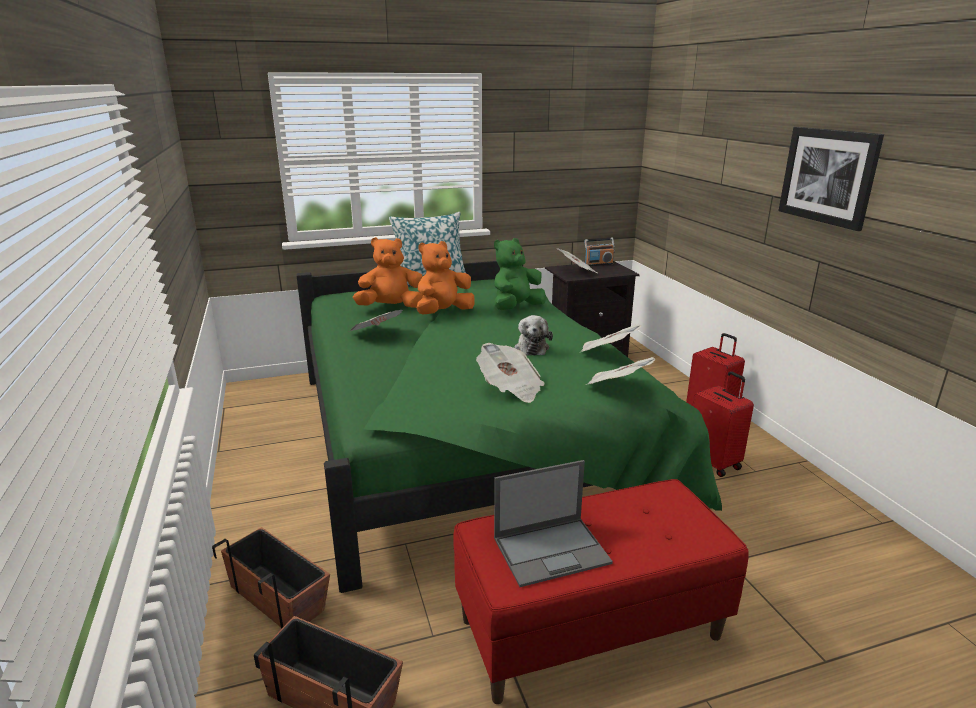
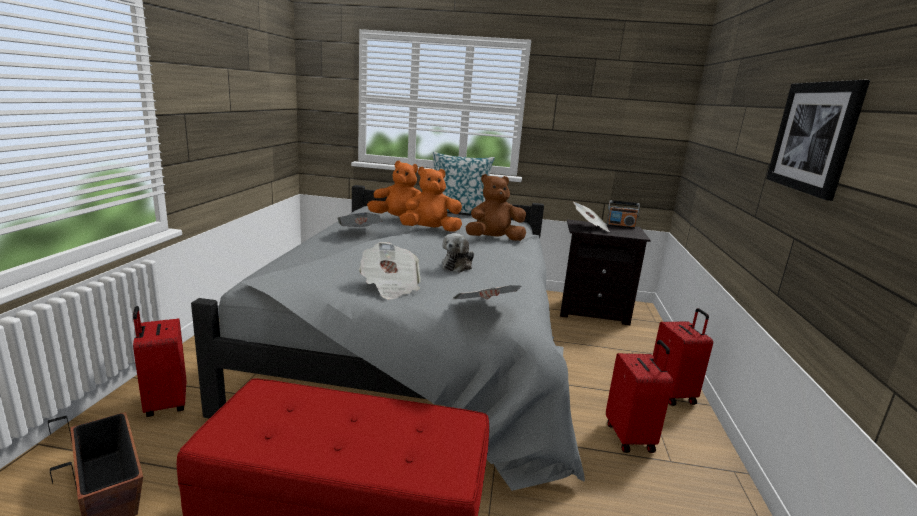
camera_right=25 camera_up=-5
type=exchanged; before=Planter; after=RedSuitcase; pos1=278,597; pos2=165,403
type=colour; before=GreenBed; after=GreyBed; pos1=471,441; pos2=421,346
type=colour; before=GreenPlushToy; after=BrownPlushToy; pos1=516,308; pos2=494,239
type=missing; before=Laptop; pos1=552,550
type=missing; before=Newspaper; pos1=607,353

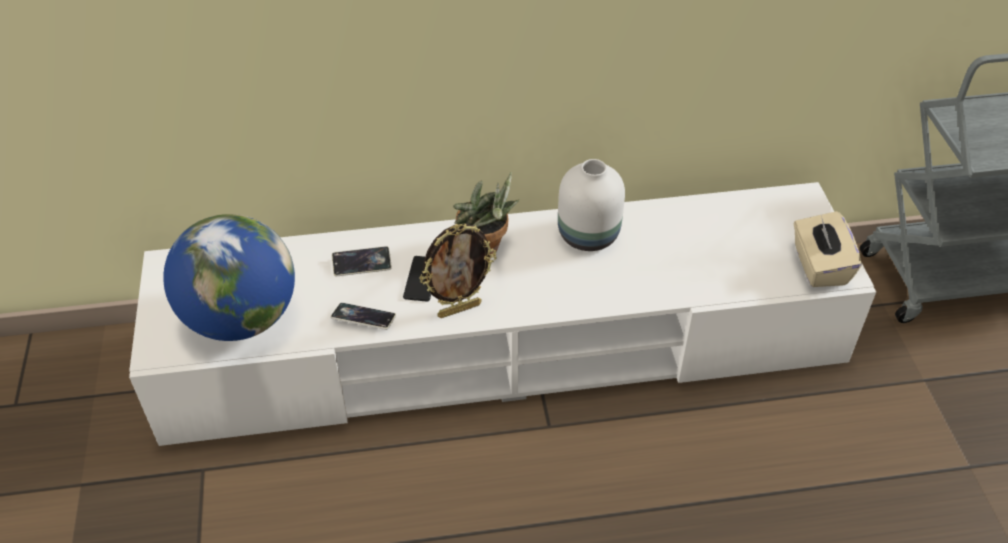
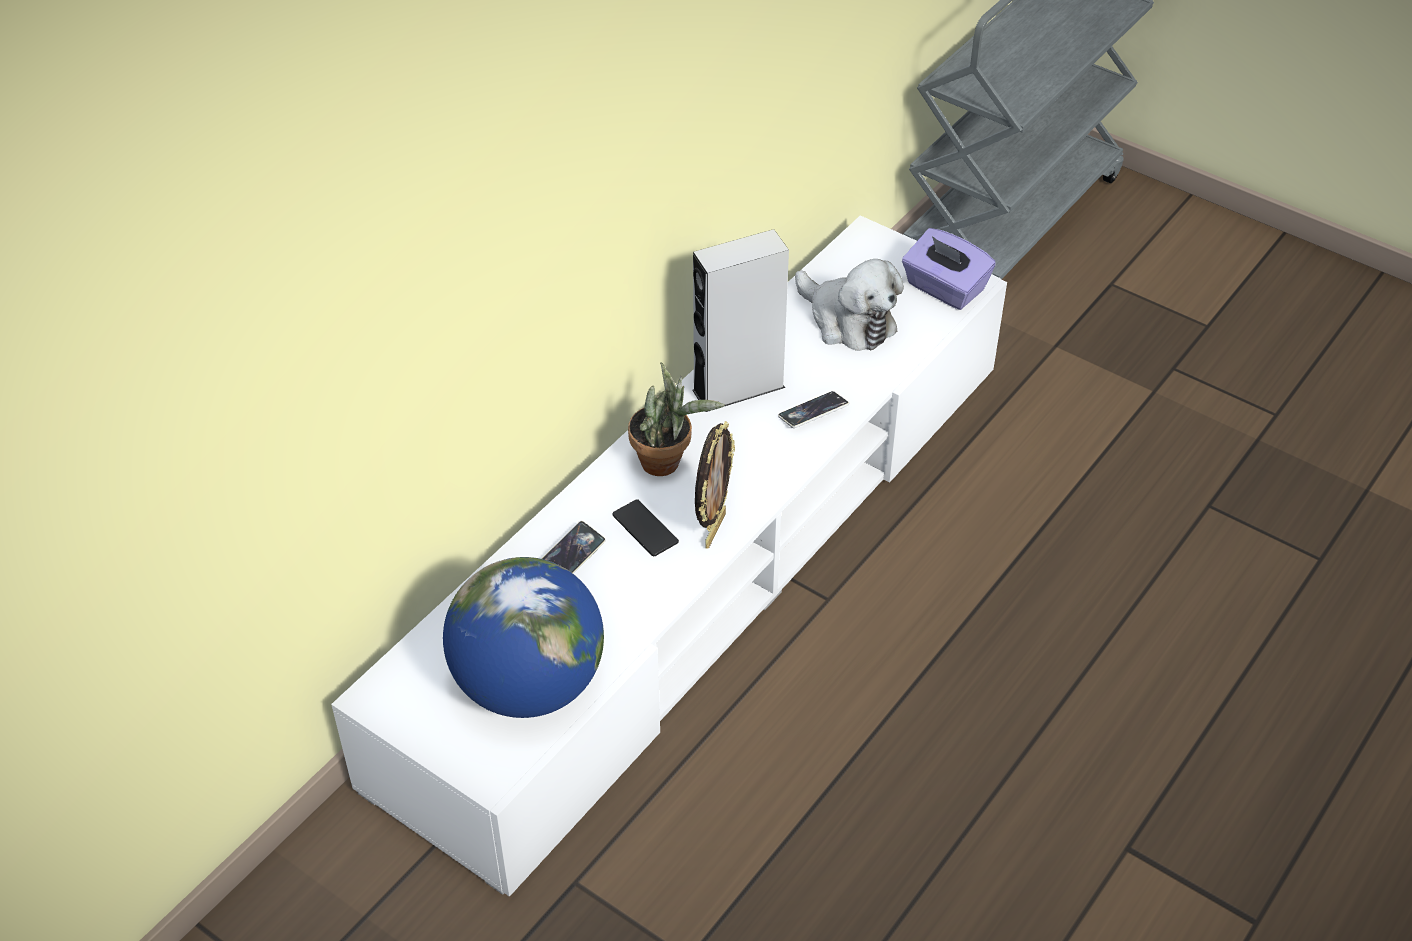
camera_right=-45 camera_up=0
type=exchanged; before=WhiteVase; after=GreySpeaker; pos1=589,236; pos2=738,388
type=relocated; before=Phone; pos1=363,319; pos2=813,413
type=appeared; after=PlushToy; pos2=848,321
type=colour; before=BeigeTissueBox; after=PurpleTissueBox; pos1=818,266; pos2=944,289

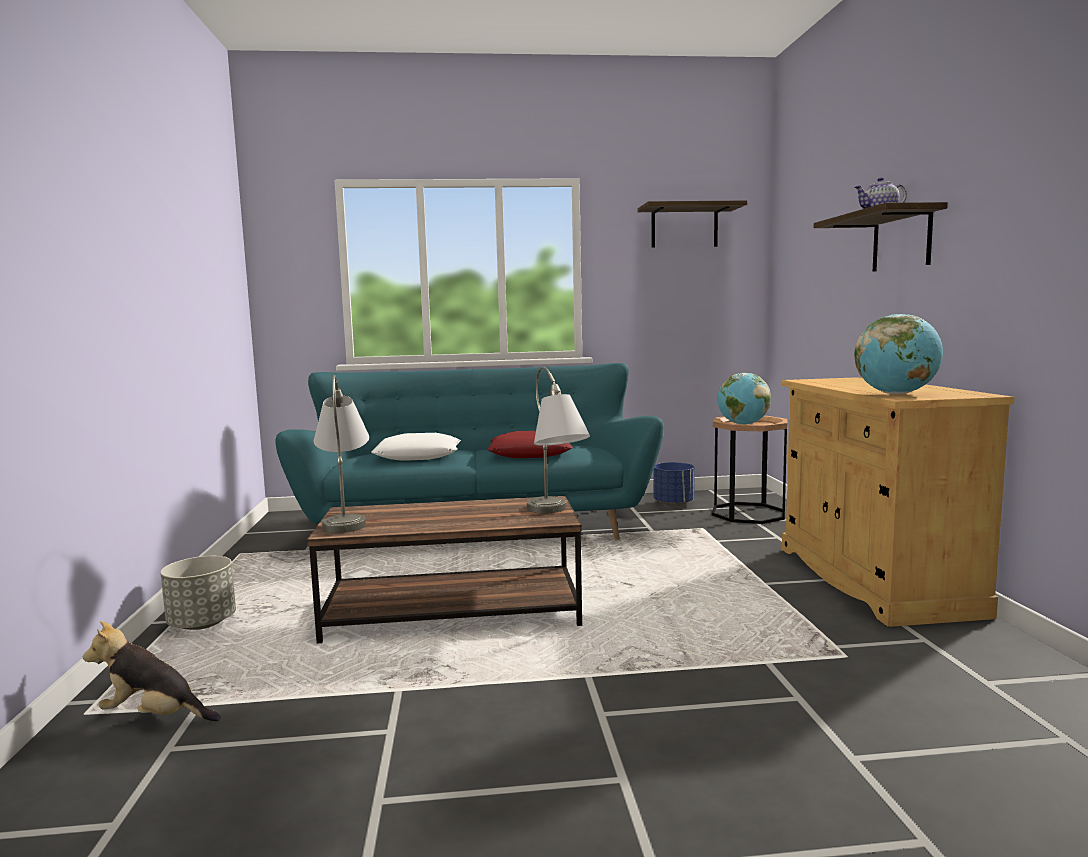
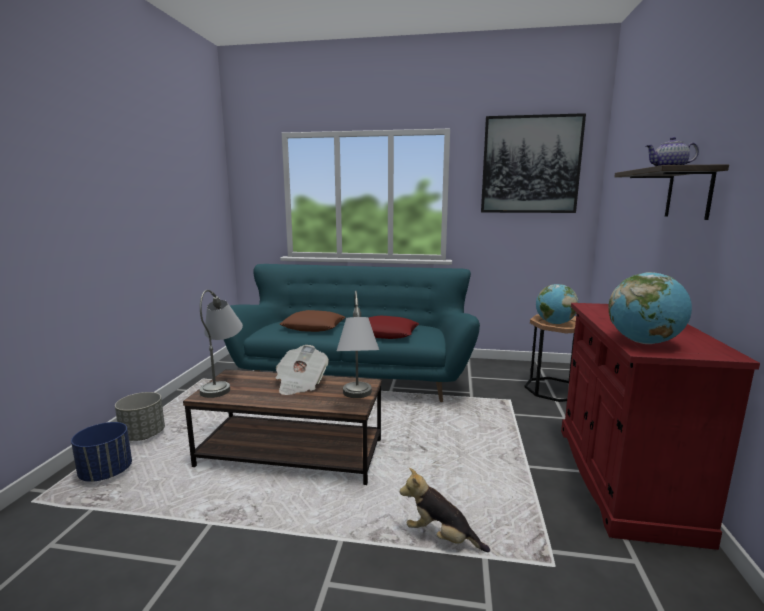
camera_right=15 camera_up=5
type=relocated; before=BluePlanter; pos1=673,503; pos2=107,473
type=appeared; after=Newspaper; pos2=300,384
type=colour; before=WhitePillow; after=BrownPillow; pos1=418,456; pos2=313,327
type=relocated; before=PlushToy; pos1=155,717; pos2=441,537
type=exchanged; before=Shelf; after=Picture; pos1=684,227; pos2=530,165
type=colour; before=BeigeCabinet; after=RedCabinet; pos1=873,579; pos2=623,478

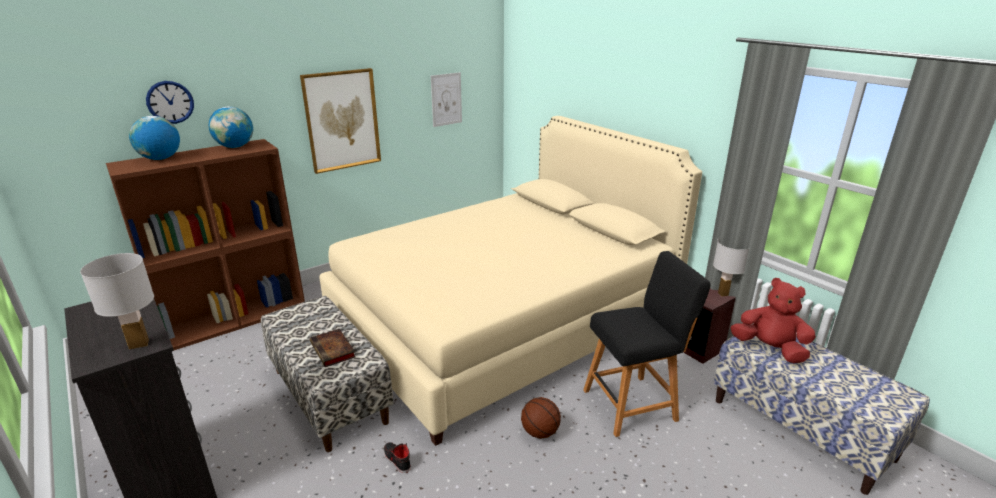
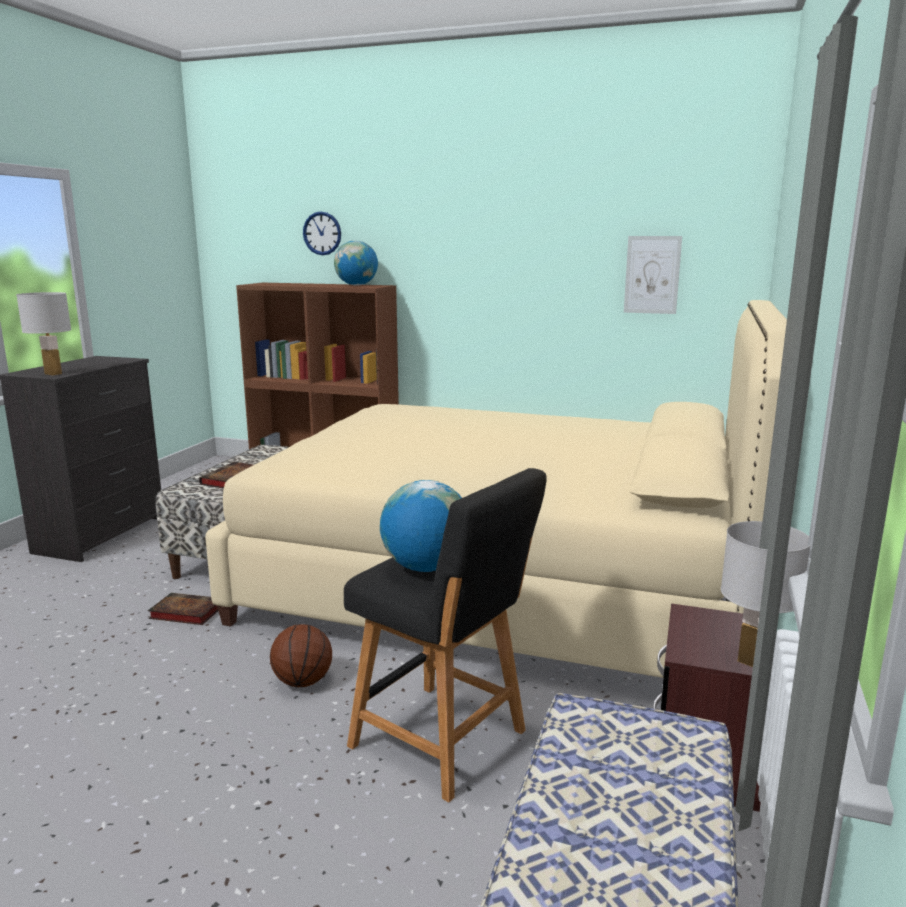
camera_right=55 camera_up=-10
type=exchanged; before=BlackShoe; after=Book; pos1=396,459; pos2=185,613
type=relocated; before=Globe; pos1=160,159; pos2=425,567
type=missing; before=Picture; pos1=342,120
type=missing; before=RedPlushToy; pos1=769,349

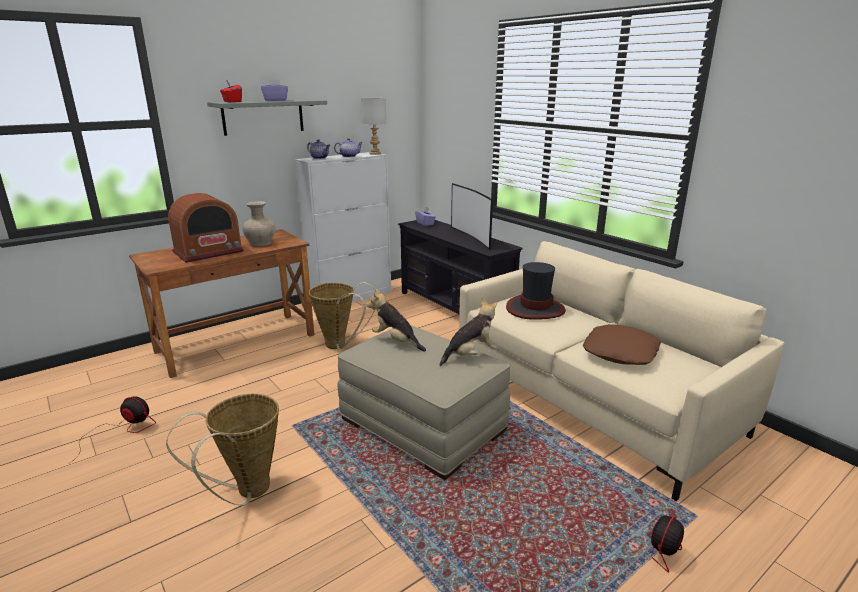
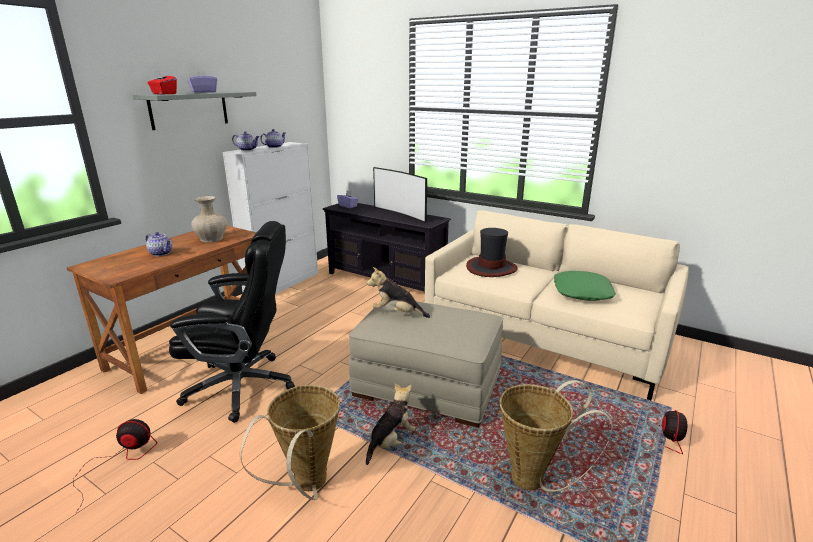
camera_right=-20 camera_up=0
type=exchanged; before=Radio; after=Teapot; pos1=208,252; pos2=161,253
type=appeared; after=BlackOfficeChair; pos2=243,386
type=relocated; before=PlushToy; pos1=470,355; pos2=391,441
type=relocated; before=Basket; pos1=340,346; pos2=535,479
type=colour; before=BrownPillow; after=GreenPillow; pos1=619,352; pos2=581,292
type=missing; before=GreyTableLamp; pos1=374,153

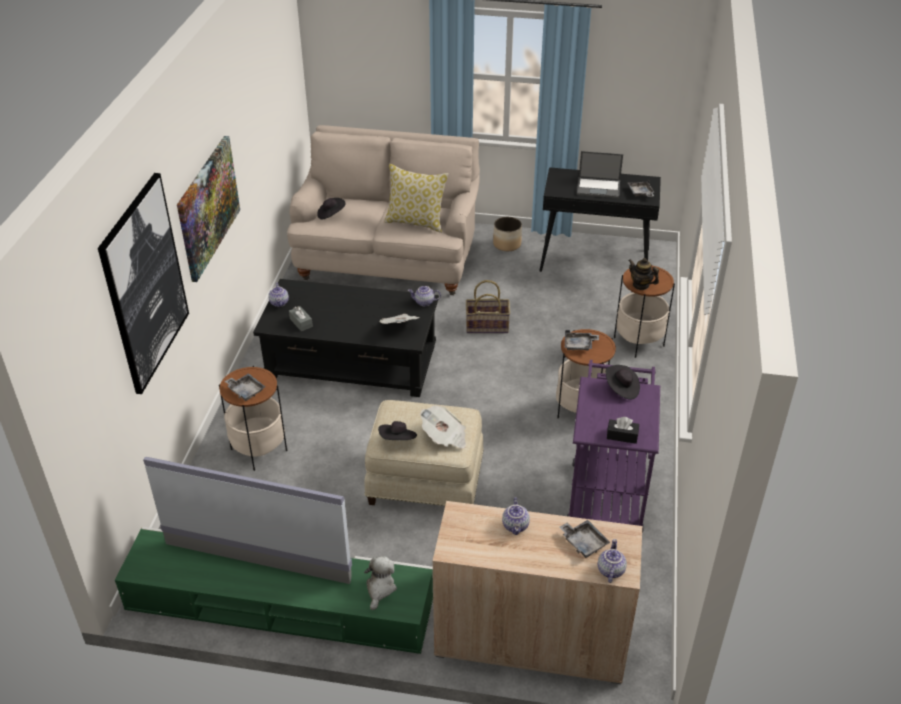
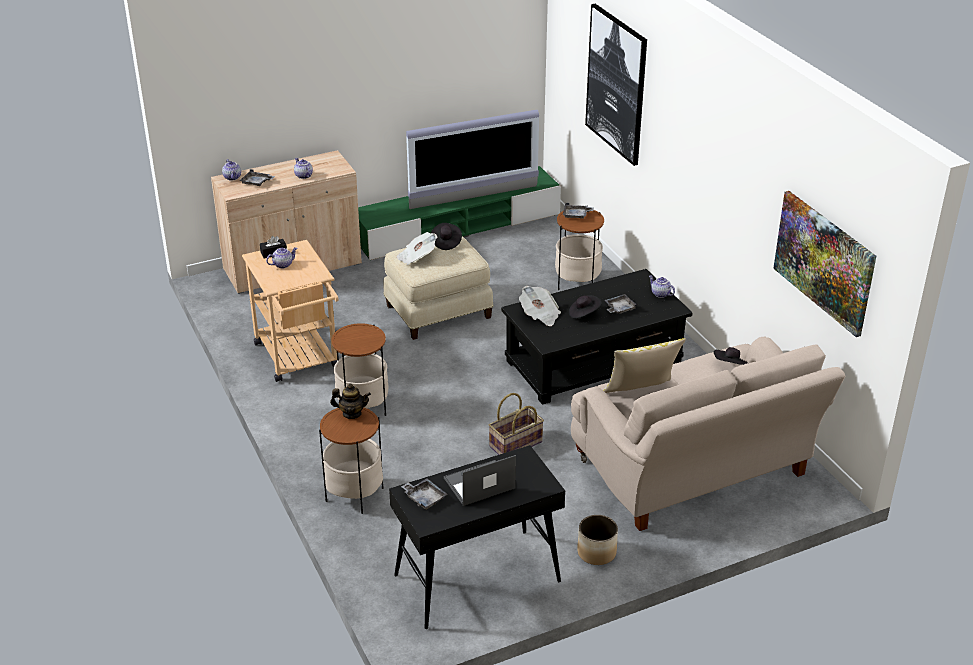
camera_right=145 camera_up=-5
type=colour; before=PurpleCart; after=BeigeCart; pos1=606,489; pos2=299,359
type=relocated; before=Teapot; pos1=424,302; pos2=283,264
type=relocated; before=BlackHat; pos1=621,389; pos2=583,313
type=relocated; before=GreyTray; pos1=579,345; pos2=619,308
type=relocated; before=Picture; pos1=208,207; pos2=824,262
type=missing; before=GreyTissueBox; pos1=301,322
type=missing; before=PlushToy; pos1=380,588

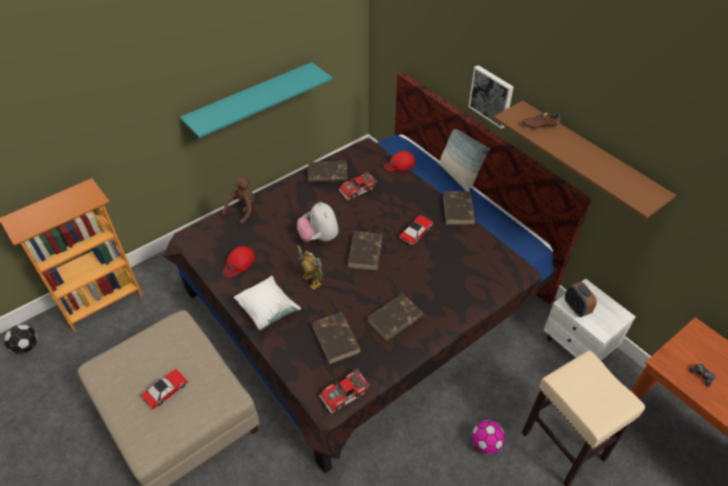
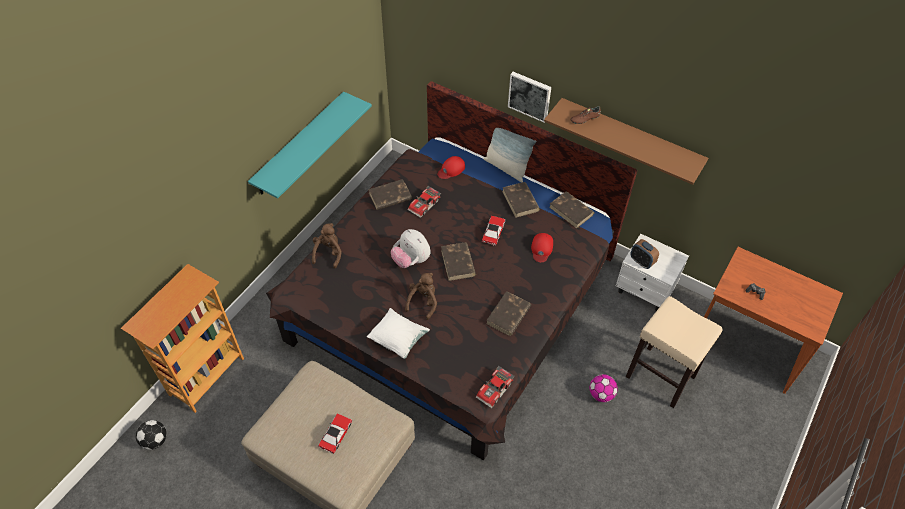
camera_right=-20 camera_up=5
type=exchanged; before=ToyRobot; after=BrownPlushToy; pos1=311,281; pos2=423,302
type=relocated; before=RedCap; pos1=238,263; pos2=541,248
type=relocated; before=BrownBook; pos1=336,339; pos2=571,211

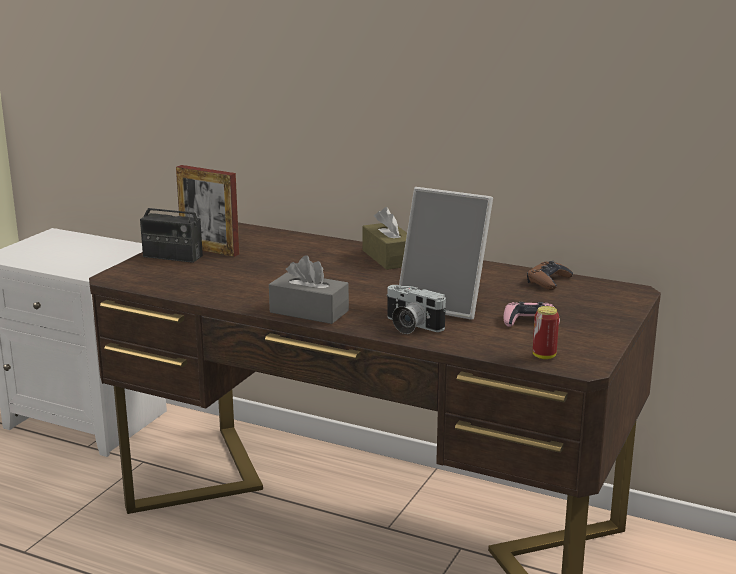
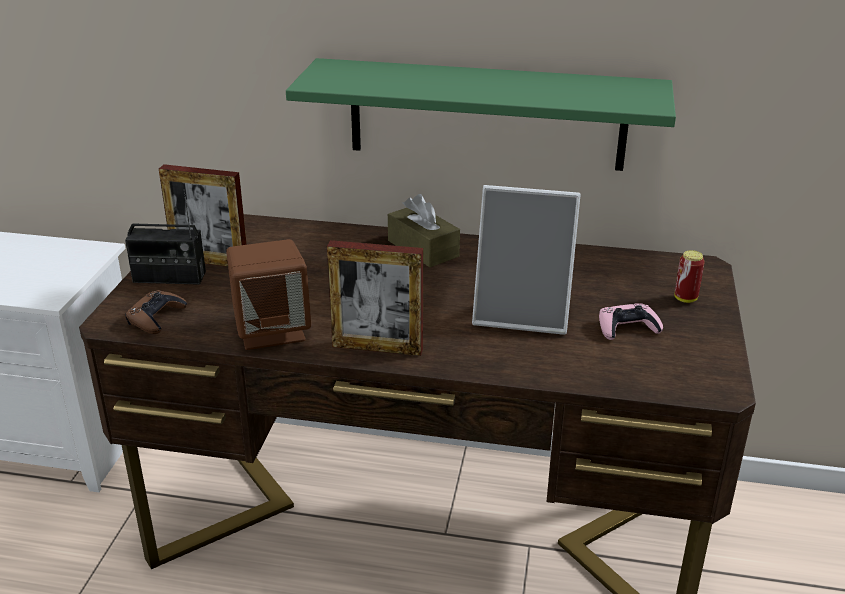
camera_right=-15 camera_up=10
type=relocated; before=BrownGameController; pos1=548,281; pos2=156,318
type=appeared; after=BrownSpeaker; pos2=272,331
type=appeared; after=GreenShelf; pos2=486,114
type=exchanged; before=GreyTissueBox; after=PictureFrame; pos1=309,311; pos2=377,348
type=relocated; before=Can; pos1=544,356; pos2=685,299
type=missing; before=PhotoCamera; pos1=410,326

